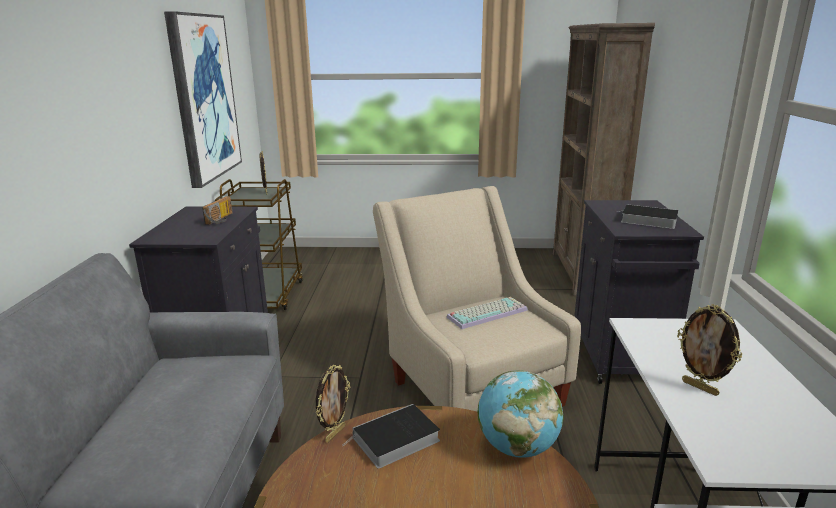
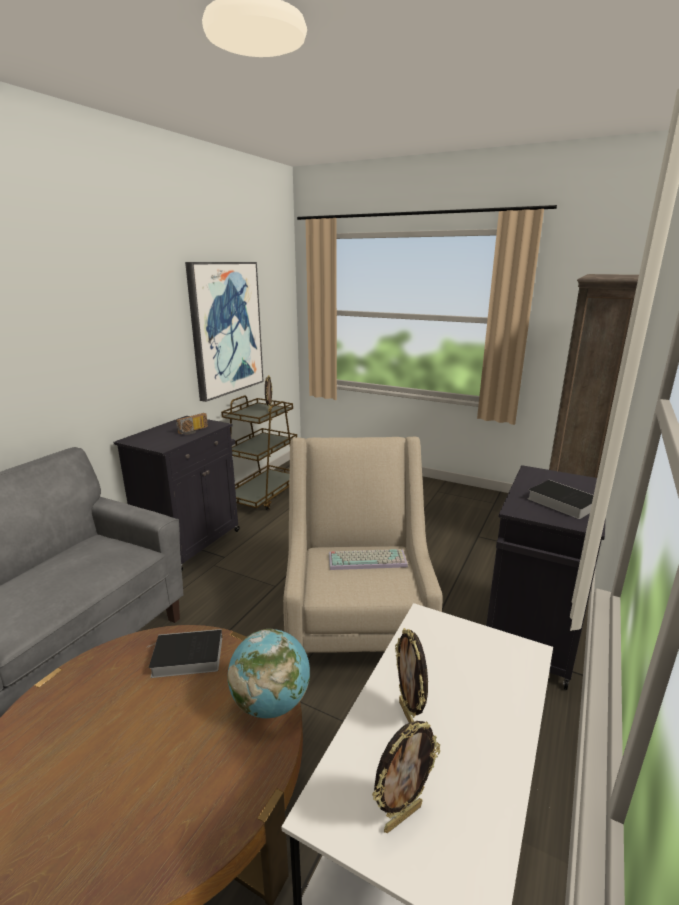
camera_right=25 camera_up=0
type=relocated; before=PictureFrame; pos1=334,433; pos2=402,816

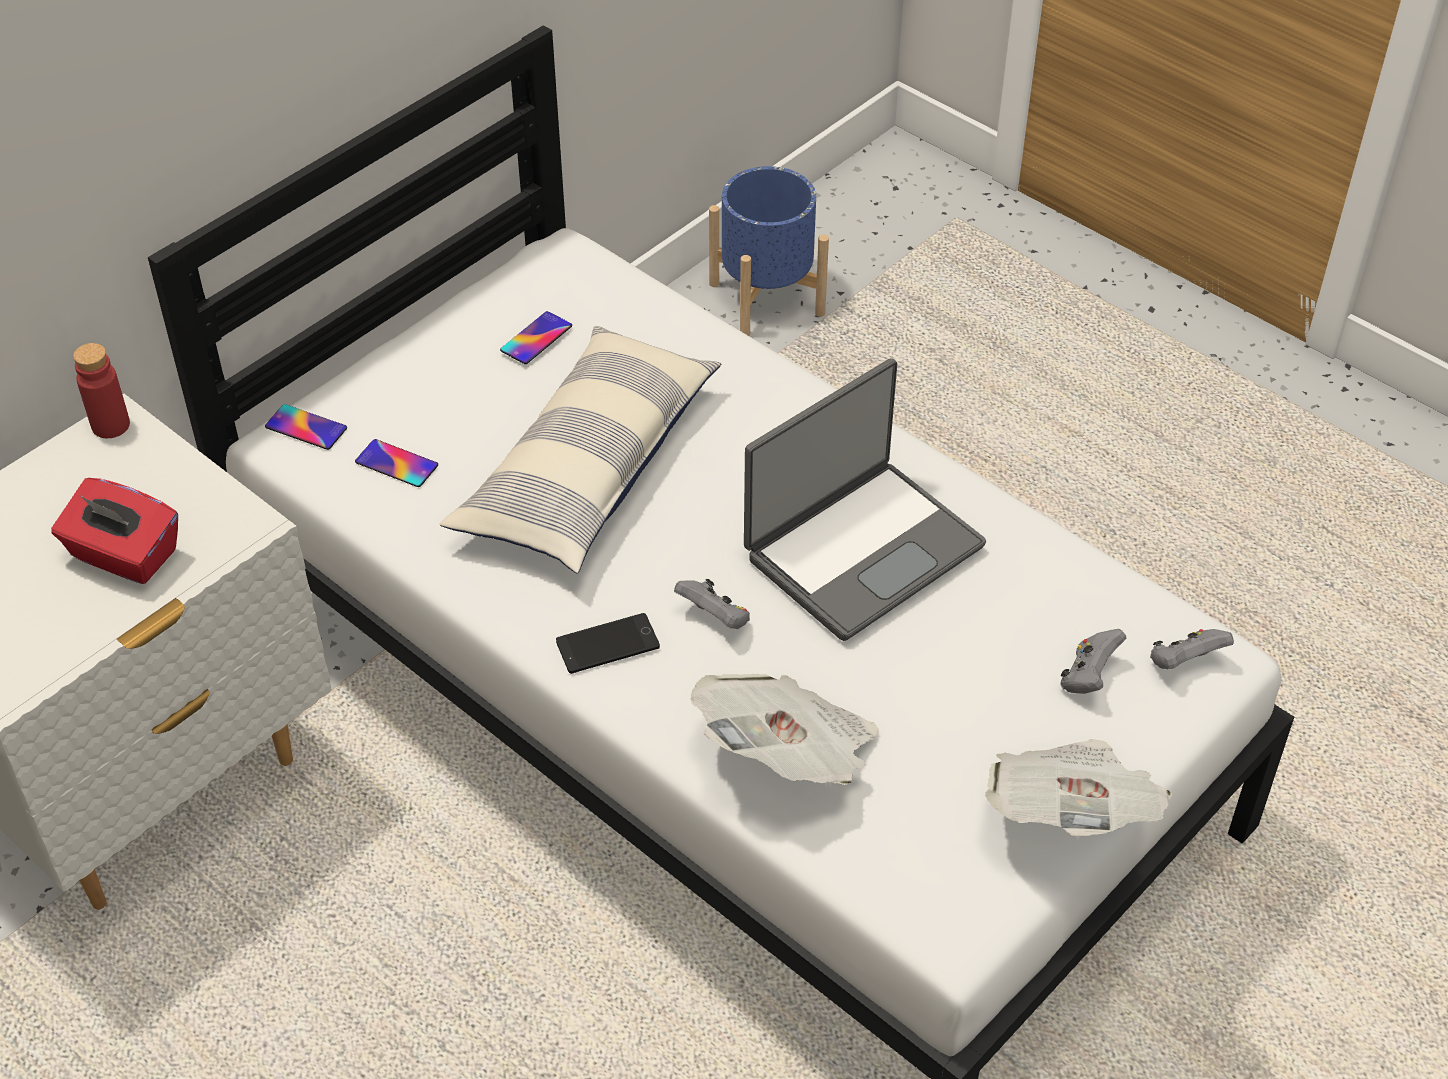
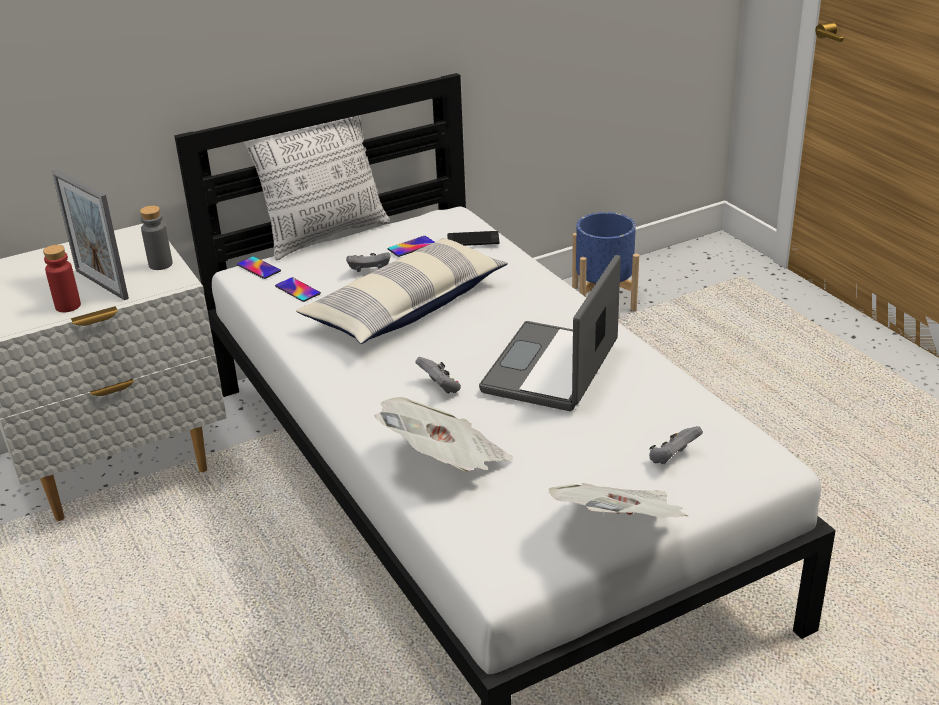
camera_right=20 camera_up=-15
type=relocated; before=RedBottle; pos1=110,425; pos2=68,306
type=exchanged; before=RedTissueBox; after=PictureFrame; pos1=124,555; pos2=101,284
type=appeared; after=GreyBottle; pos2=160,264
type=appeared; after=Pillow; pos2=325,235
type=relocated; before=GreyGameController; pos1=1184,663; pos2=369,271
type=relocated; before=Phone; pos1=607,644; pos2=473,239
type=spun; before=Laptop; pos1=861,549; pos2=553,369; turn=135

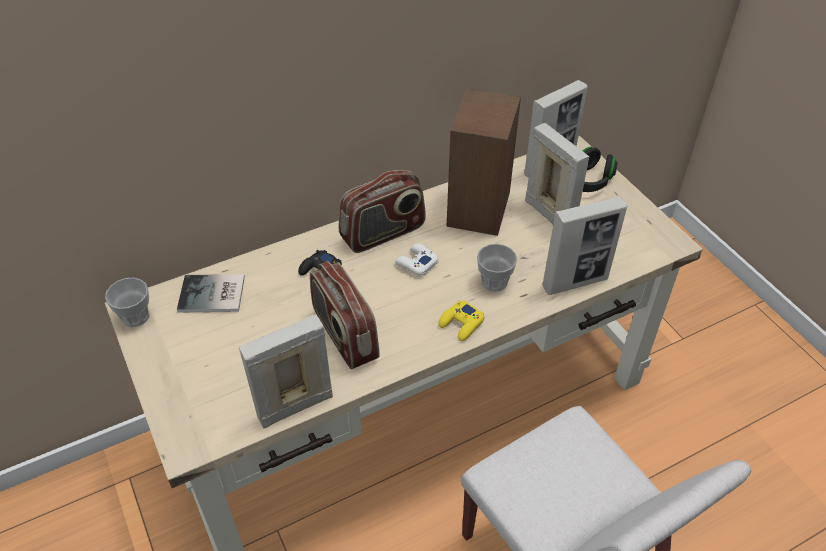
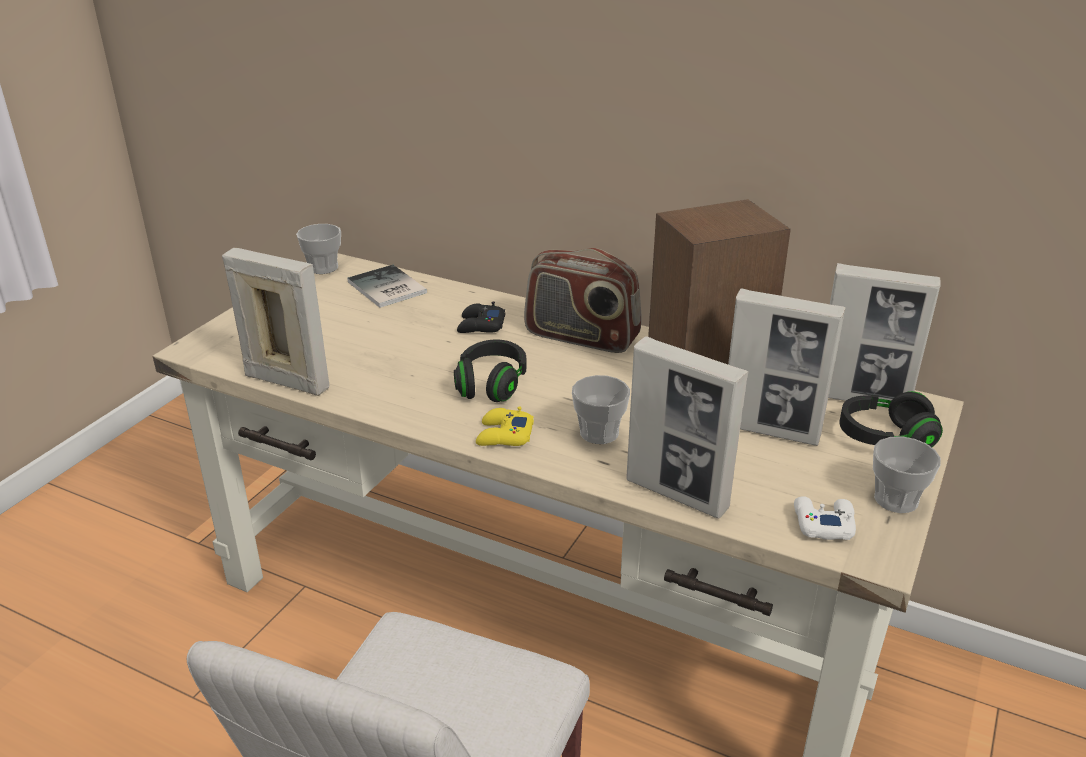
camera_right=55 camera_up=-15
type=appeared; after=BlackHeadphones; pos2=491,384
type=spun; before=PictureFrame; pos1=549,215; pos2=770,431; turn=90
type=relocated; before=WhiteGameController; pos1=416,263; pos2=822,523
type=appeared; after=Cup; pos2=896,499
type=missing; before=Radio; pos1=344,335

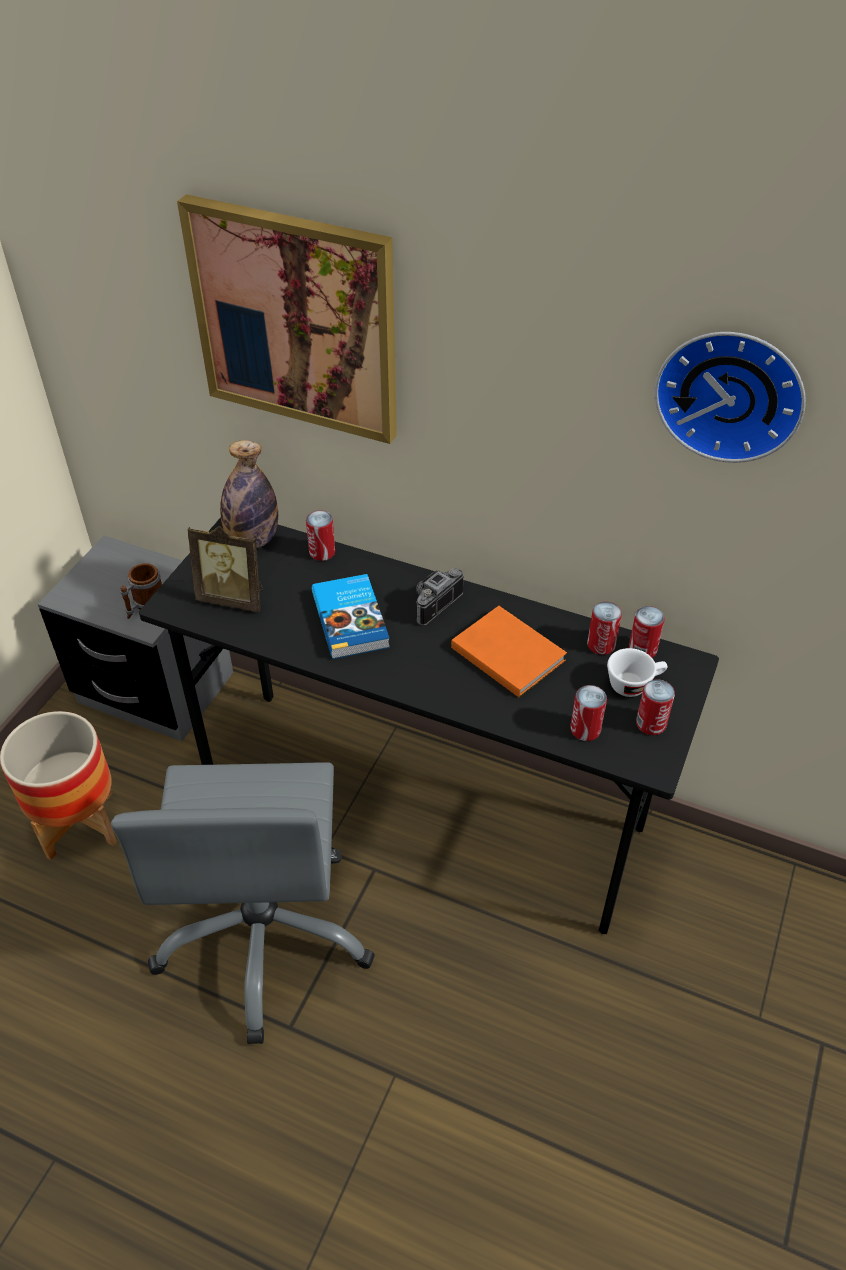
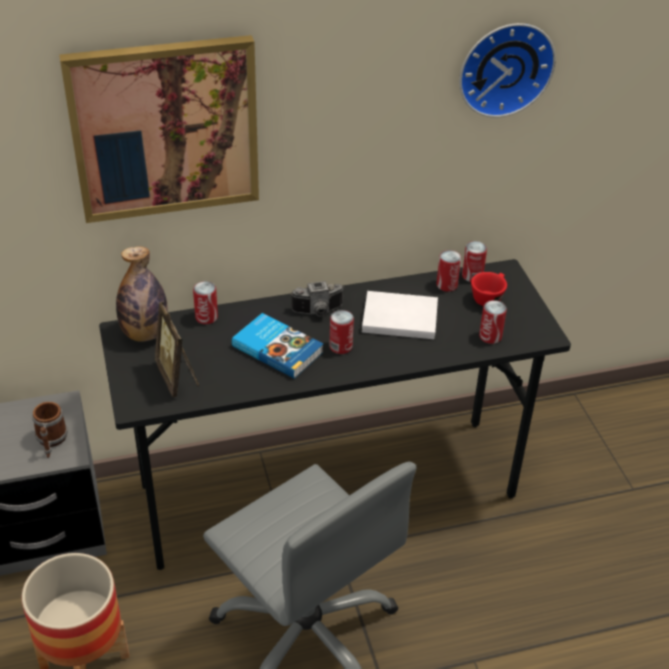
camera_right=-40 camera_up=-5
type=spun; before=PictureFrame; pos1=234,598; pos2=178,377; turn=90
type=spun; before=PhotoCamera; pos1=432,603; pos2=318,312; turn=-105
type=relocated; before=Can; pos1=651,724; pos2=340,346
type=colour; before=OrangeBook; after=WhiteBook; pos1=507,652; pos2=398,317
type=colour; before=WhiteCup; after=RedCup; pos1=634,684; pos2=488,297

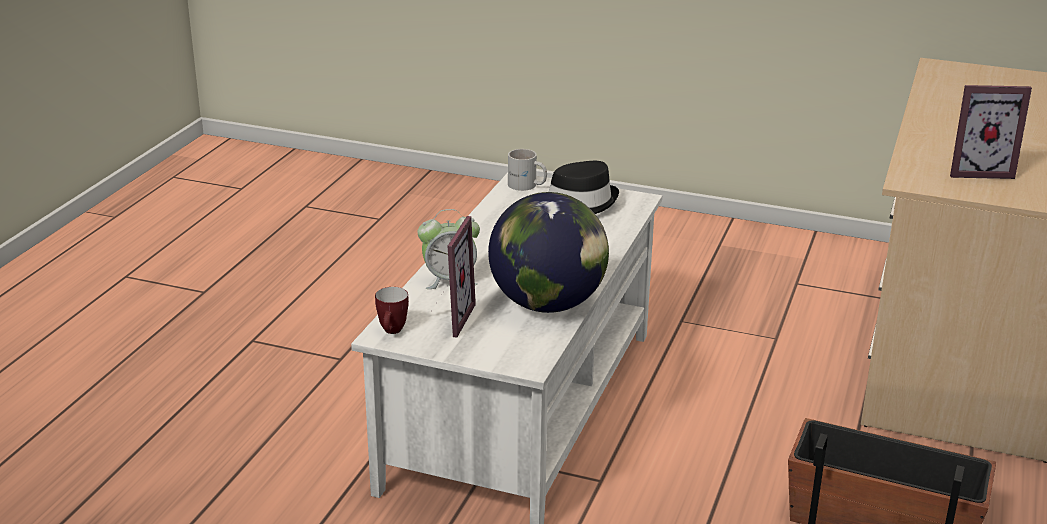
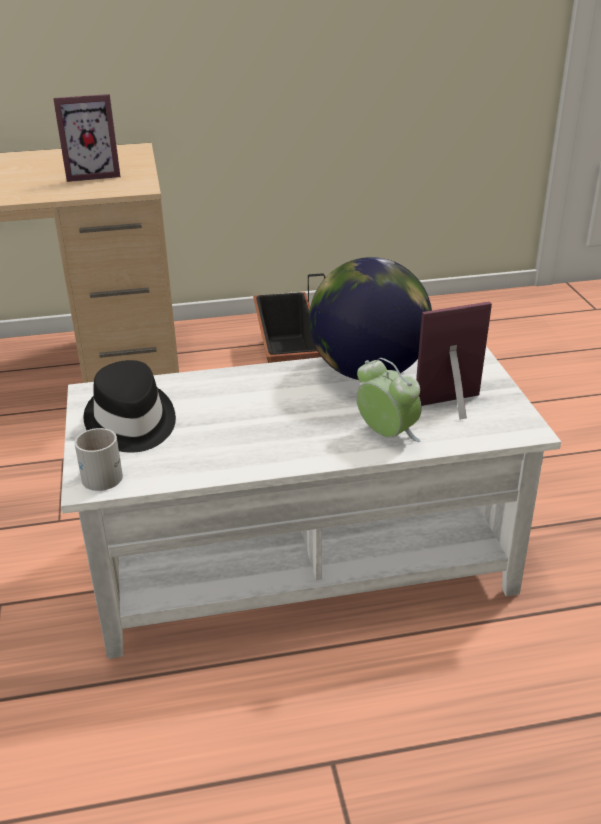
camera_right=-120 camera_up=5
type=spun; before=PictureFrame; pos1=977,170; pos2=93,174; turn=105
type=missing; before=Mug; pos1=392,332

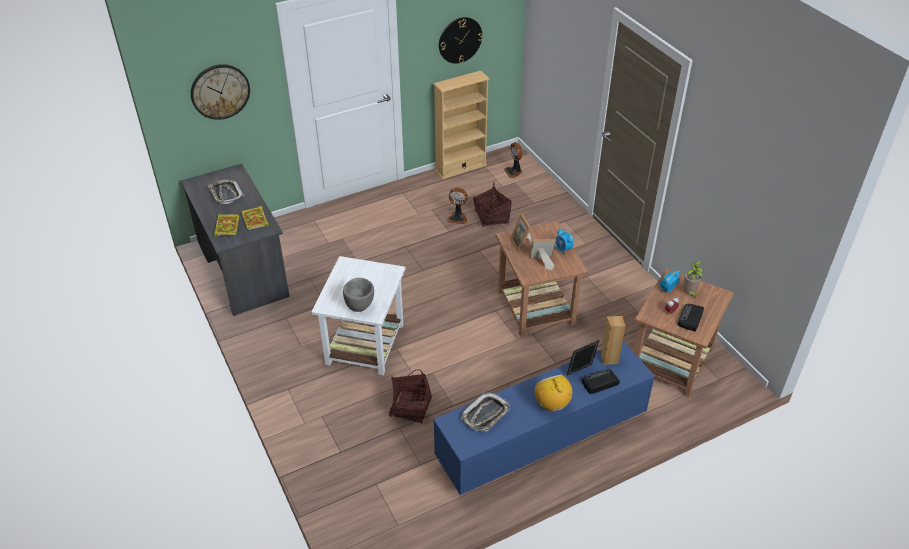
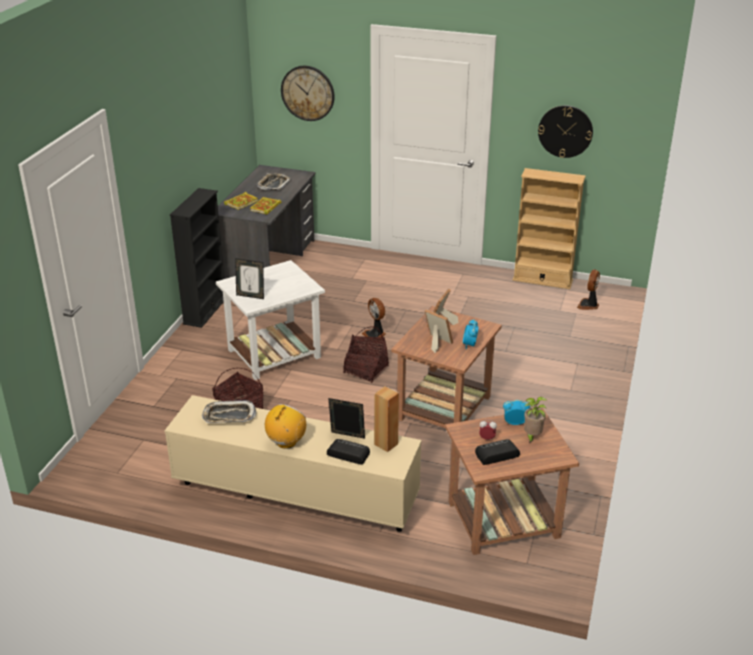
camera_right=45 camera_up=-10
type=colour; before=BlueTvStand; after=BeigeTvStand; pos1=540,441; pos2=294,495
type=appeared; after=BlackBookcase; pos2=205,310
type=exchanged; before=GreyBowl; after=PictureFrame; pos1=360,306; pos2=250,296
type=relocated; before=Basket; pos1=491,217; pos2=365,370
type=relocated; before=Fan; pos1=457,218; pos2=375,335

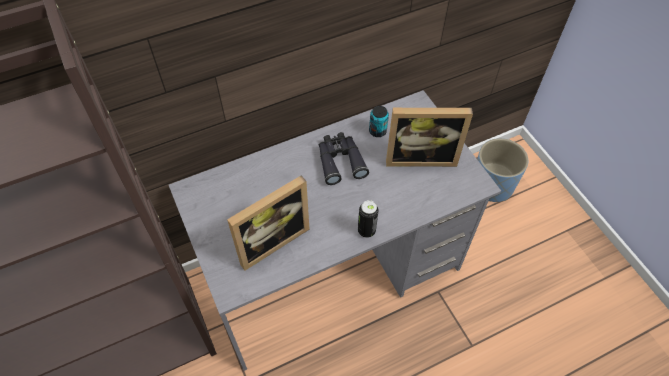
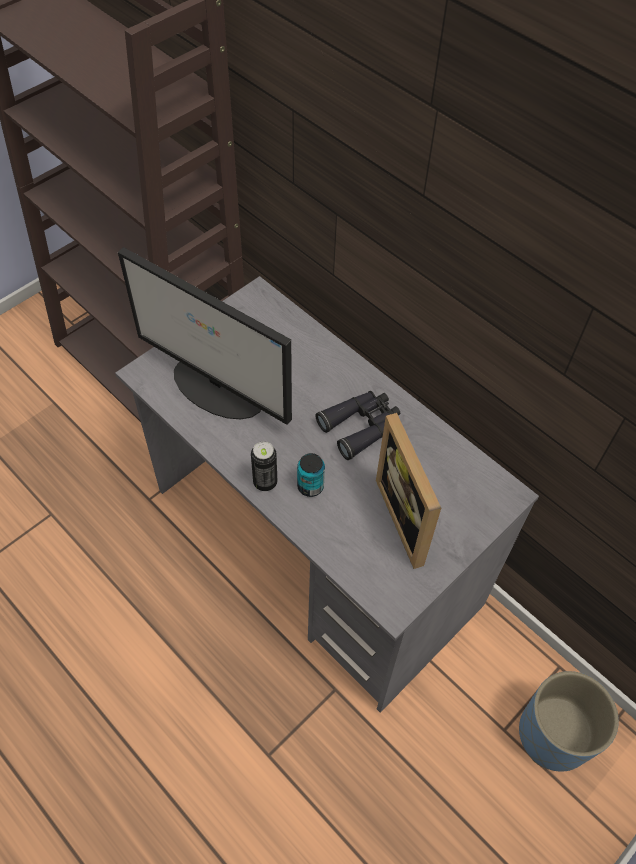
camera_right=70 camera_up=0
type=exchanged; before=PictureFrame; after=Monitor; pos1=270,240; pos2=219,388
type=relocated; before=Can; pos1=377,131; pos2=310,486

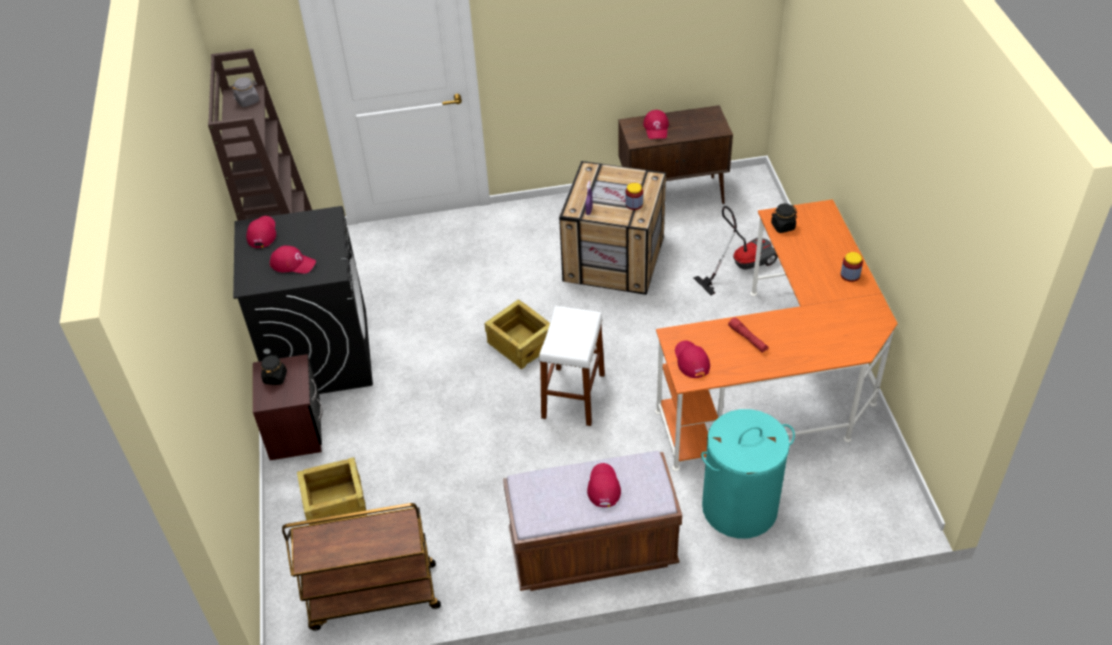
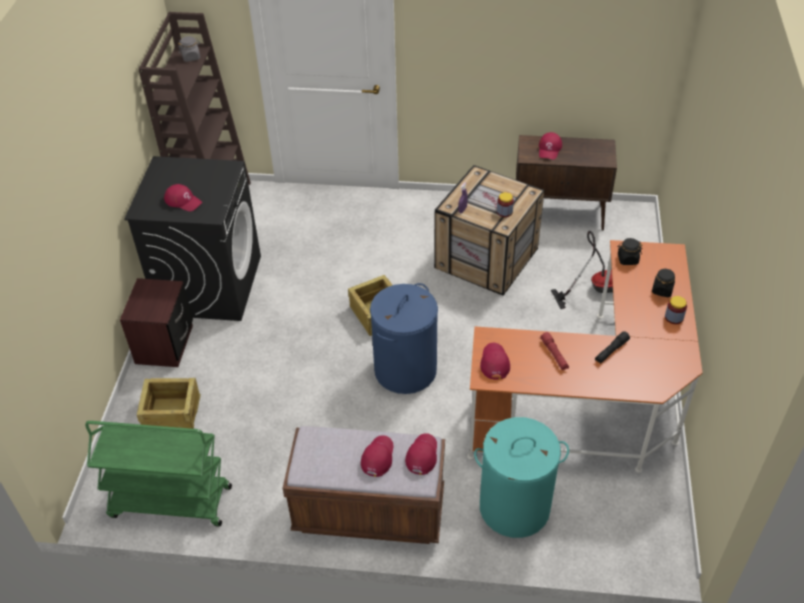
camera_right=15 camera_up=0
type=colour; before=BrownCart; after=GreenCart; pos1=372,597; pos2=169,502
type=exchanged; before=WhiteStool; after=BlueLaundryBasket; pos1=573,396; pos2=405,370
type=relocated; before=RedCap; pos1=262,233; pos2=422,455
type=appeared; after=BlackFlashlight; pos2=611,351
type=relocated; before=BlackJar; pos1=275,377; pos2=662,290

